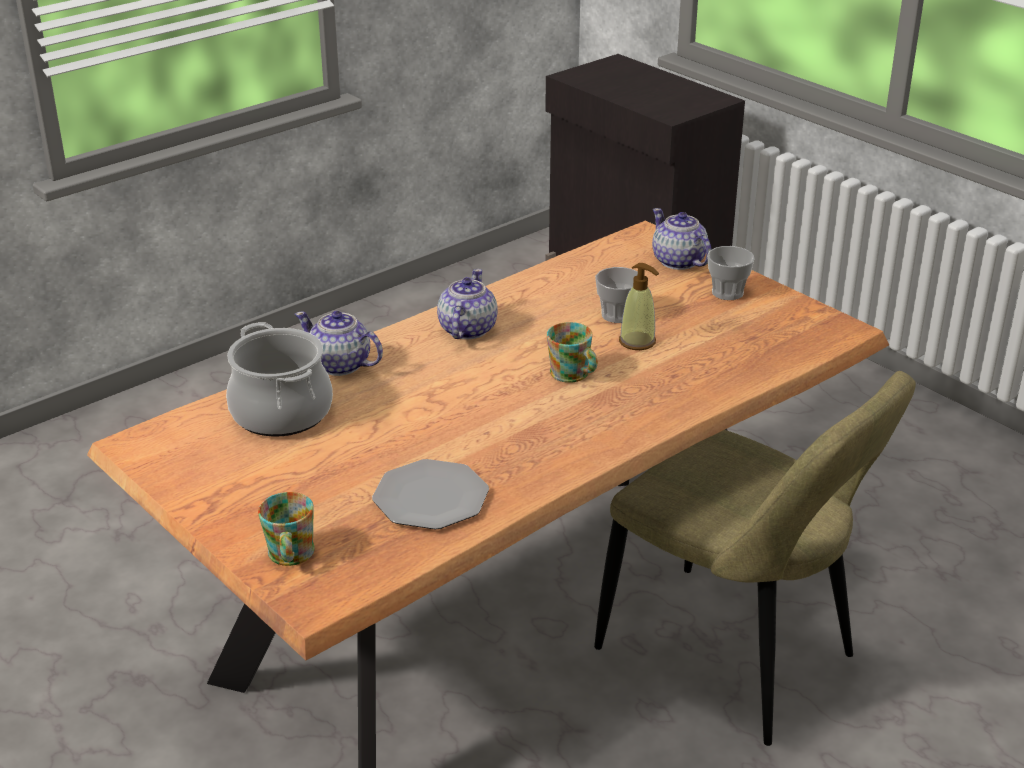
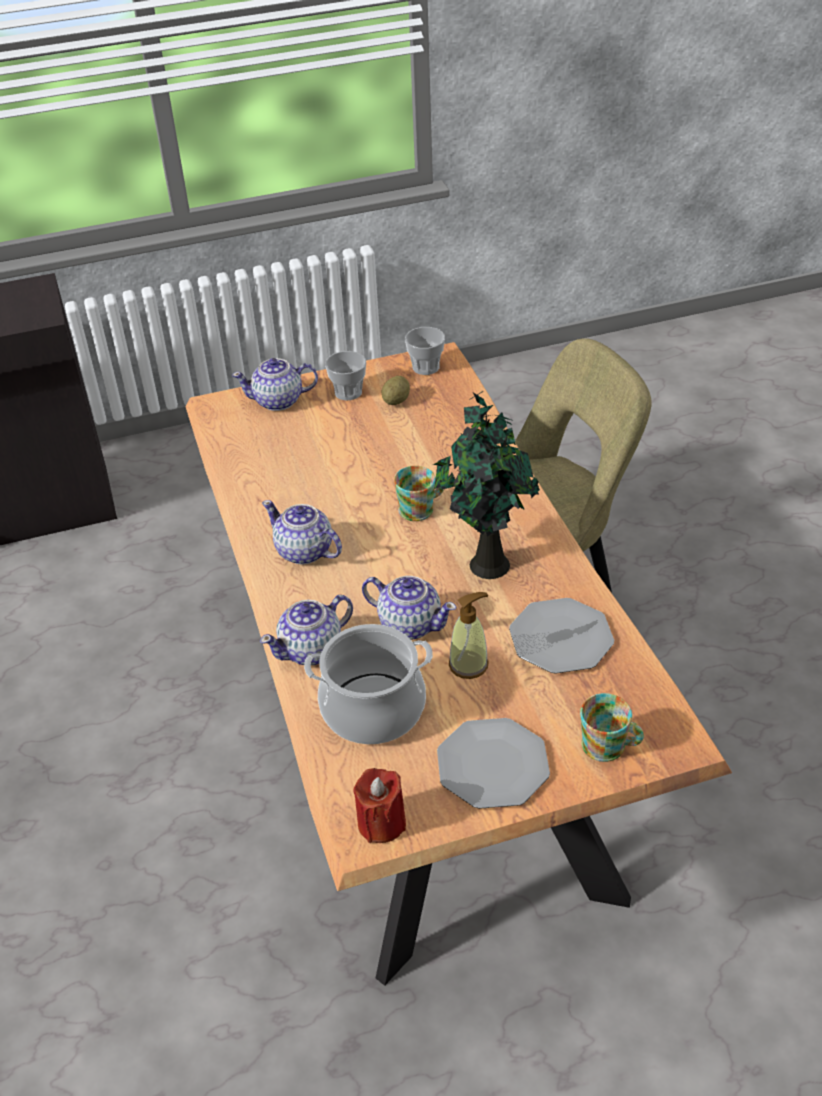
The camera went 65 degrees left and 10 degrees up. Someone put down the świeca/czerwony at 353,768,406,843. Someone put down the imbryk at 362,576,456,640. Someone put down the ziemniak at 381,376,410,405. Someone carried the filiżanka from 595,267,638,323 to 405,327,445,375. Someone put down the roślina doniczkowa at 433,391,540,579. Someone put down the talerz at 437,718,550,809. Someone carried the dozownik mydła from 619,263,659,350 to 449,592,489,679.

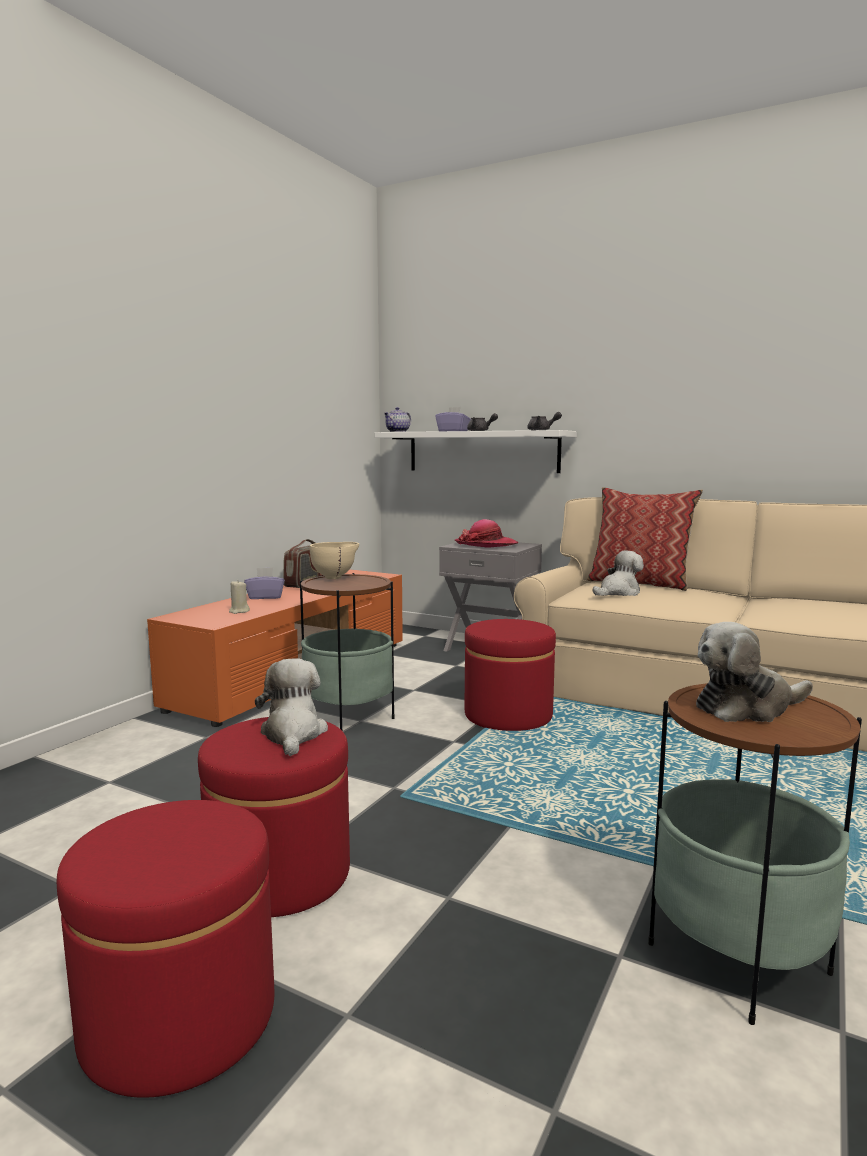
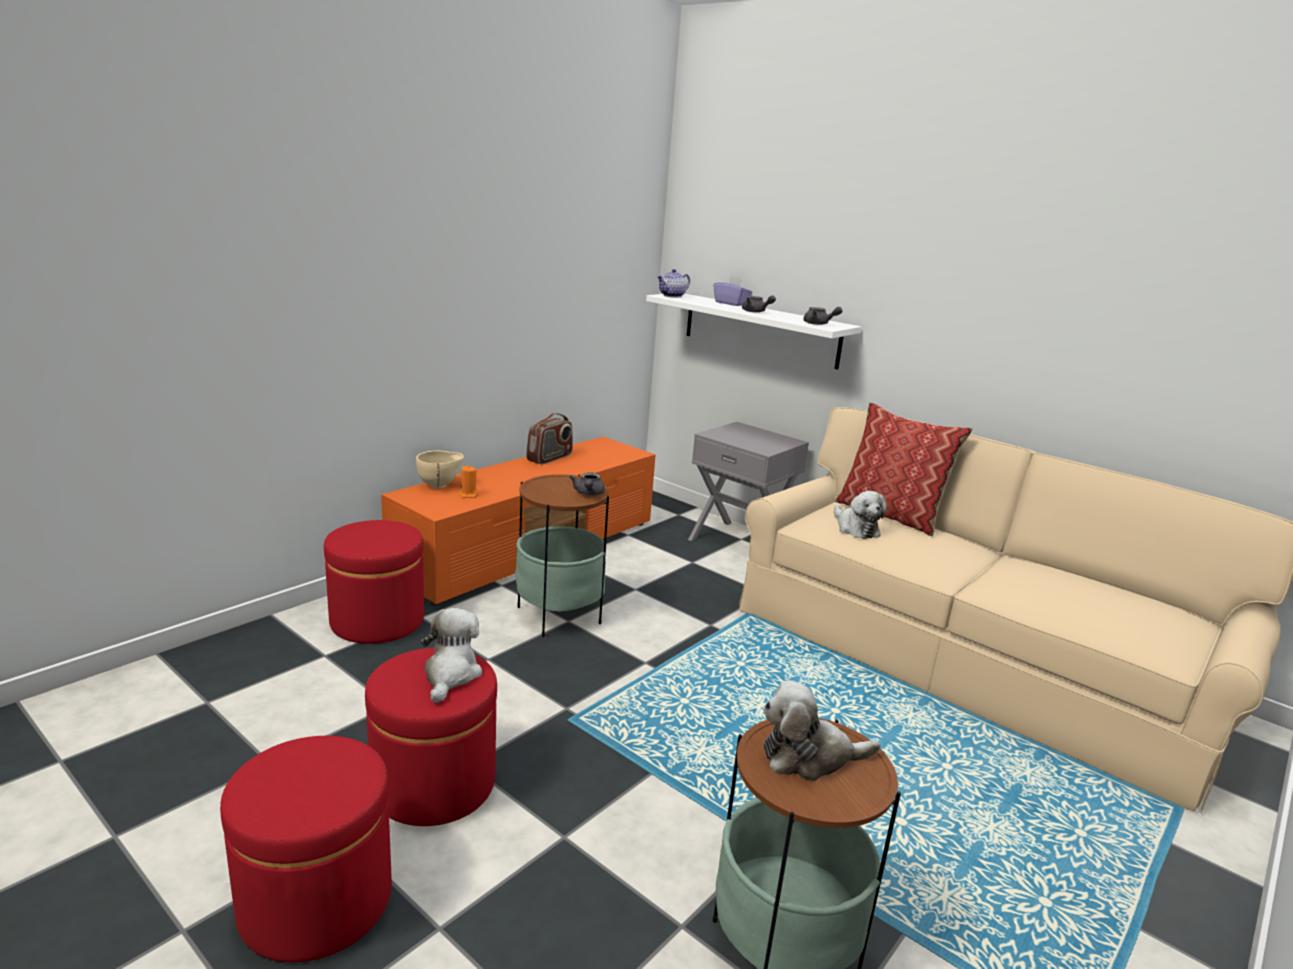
The camera went 10 degrees right and 10 degrees up. Someone carried the pufa/czerwony from 465,619,556,731 to 324,520,424,644. Someone carried the miska/beżowy from 310,542,359,579 to 416,451,464,489. Someone repainted the świeca/beżowy at 229,581,250,614, which became the świeca/pomarańczowy at 459,465,479,498. Someone put down the imbryk/szary at 570,473,605,496. Someone rotated the pluszak at 592,551,644,596 by 90 degrees clockwise. Someone took away the pudełko chusteczek/fioletowy at 244,567,285,599. Someone took away the kapelusz at 455,519,518,548.

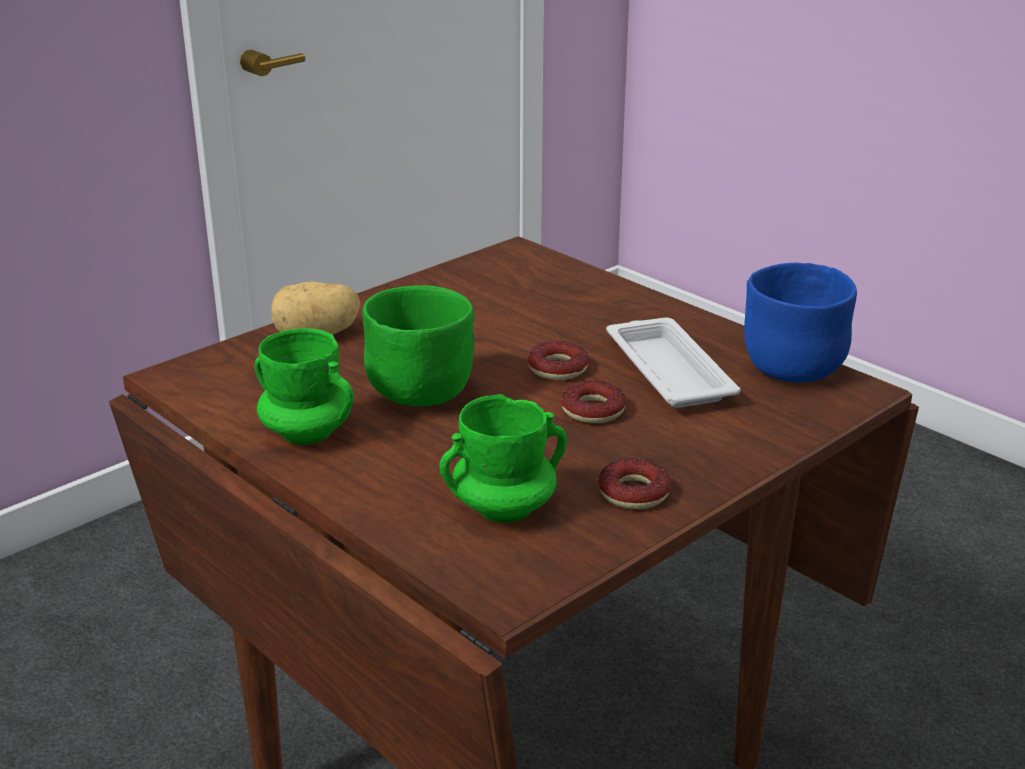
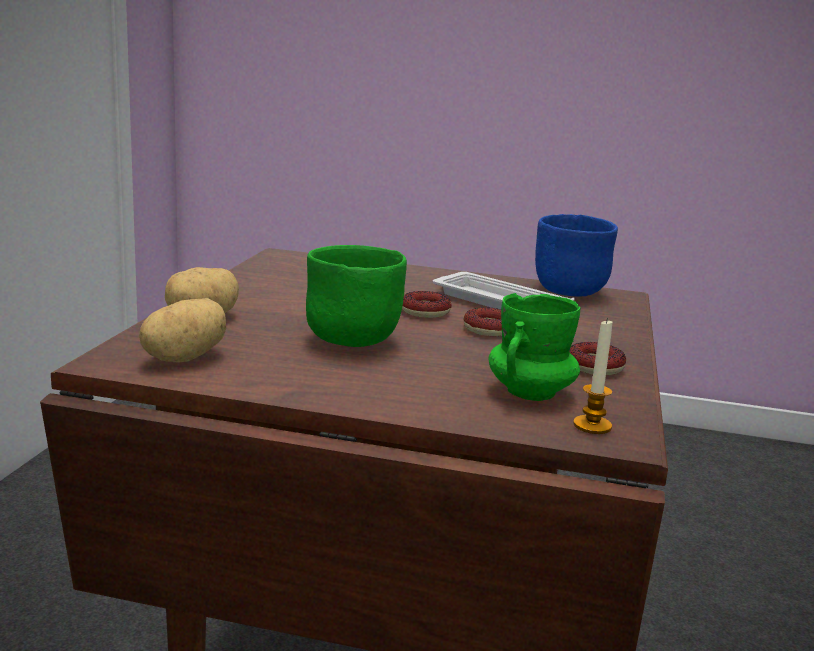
The camera went 35 degrees left and 10 degrees down. Someone put down the ziemniak at 139,298,226,363. Someone put down the świeca at 573,318,613,434. Someone took away the kubek/zielony at 254,328,354,445.

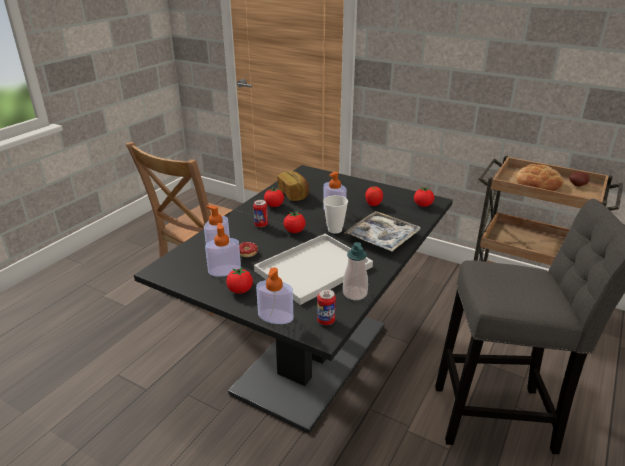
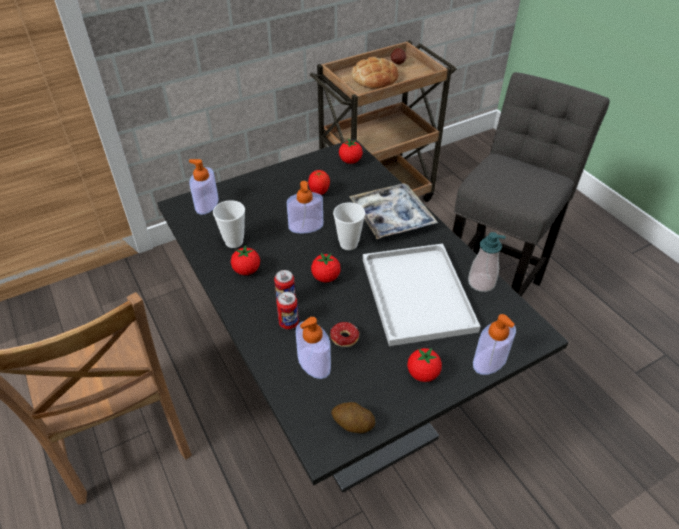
The camera went 60 degrees left and 15 degrees up. Someone carried the dozownik mydła from 205,223,241,277 to 189,159,218,215. Someone swapped the chleb at 277,171,309,201 for the filiżanka at 213,200,245,248. Someone carried the puszka from 317,289,336,325 to 276,292,299,329. Someone put down the ziemniak at 331,402,375,433.

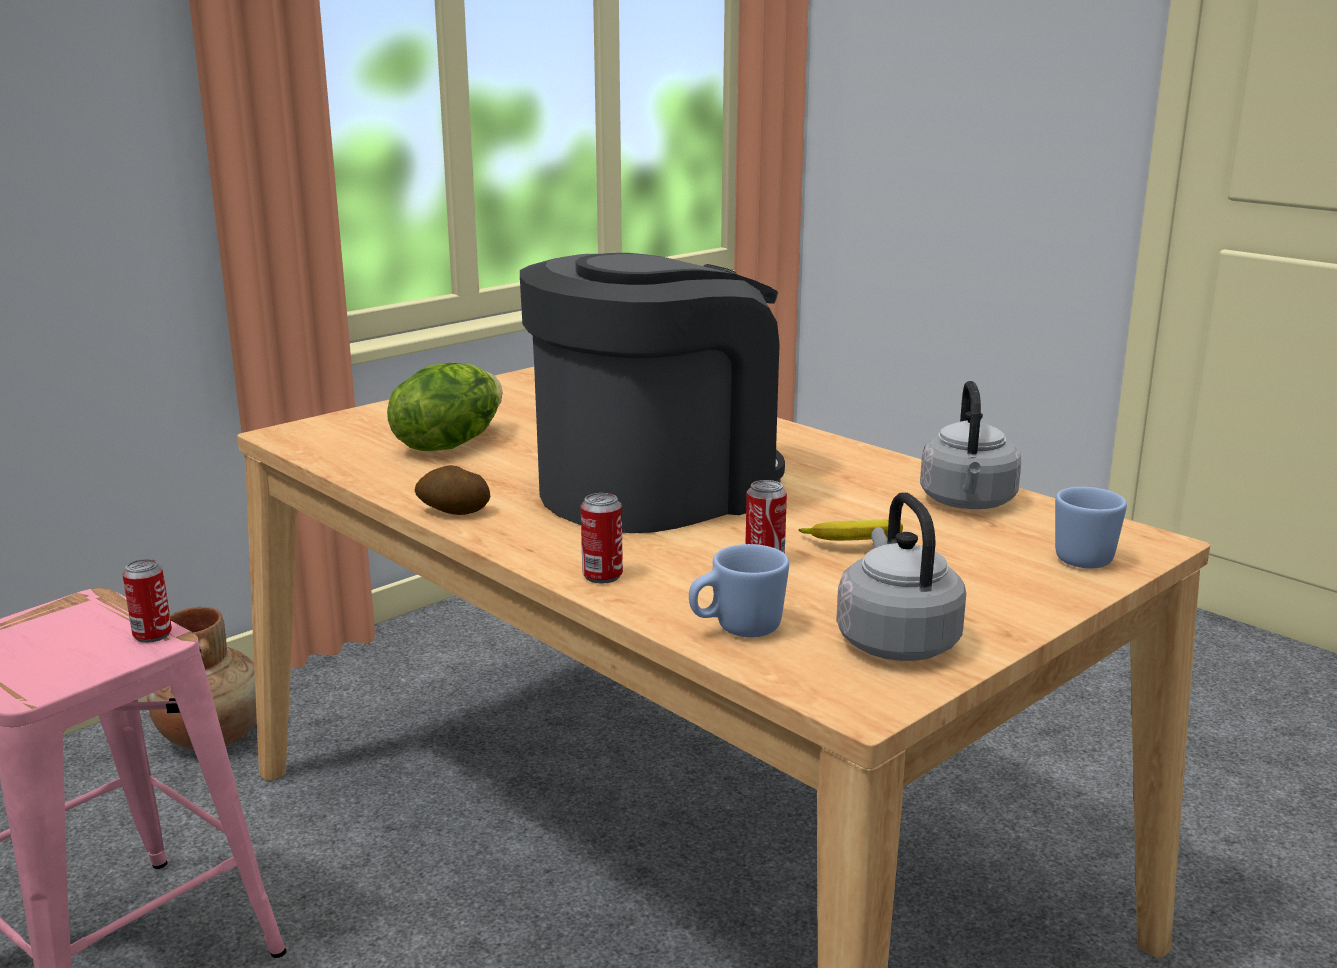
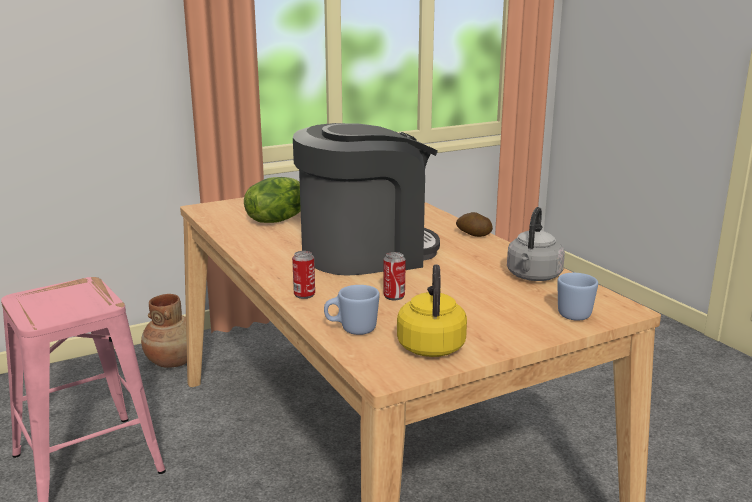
The camera went 15 degrees right and 0 degrees up. Someone repainted the czajnik/szary at 836,492,966,661, which became the czajnik/żółty at 397,264,467,357. Someone carried the ziemniak from 415,465,490,515 to 456,212,493,237. Someone took away the puszka at 122,559,172,643. Someone took away the banan at 798,519,903,541.

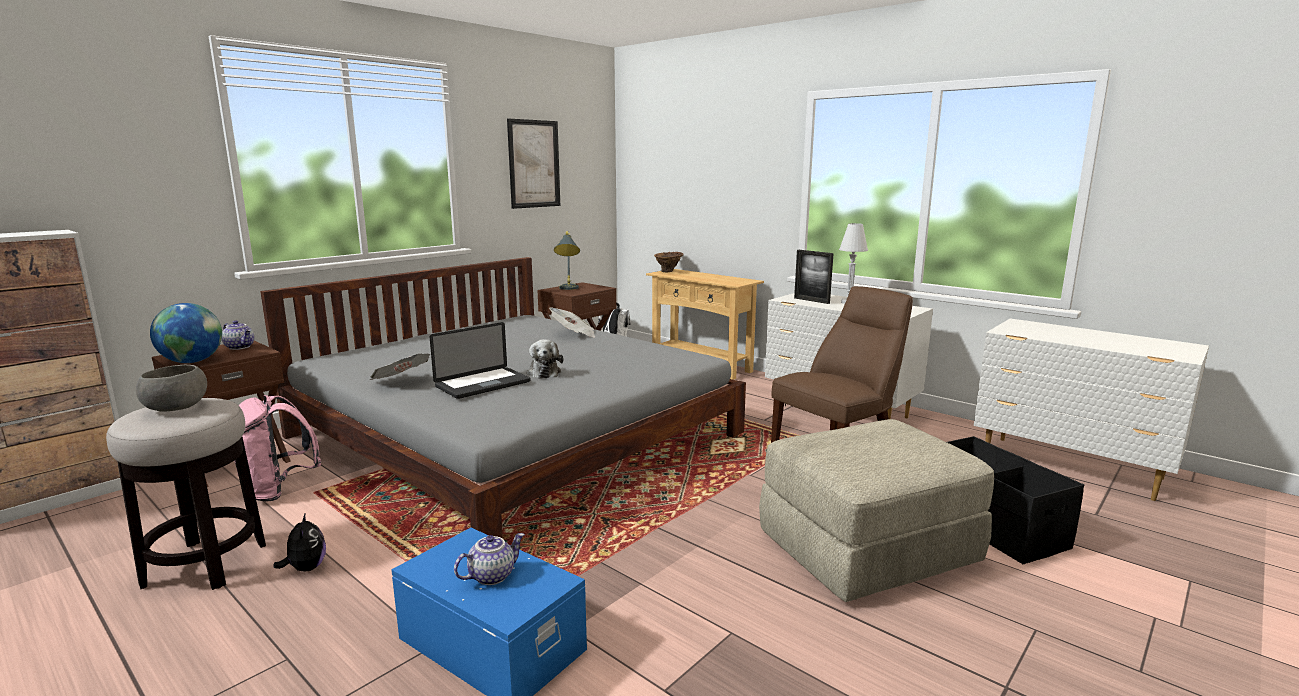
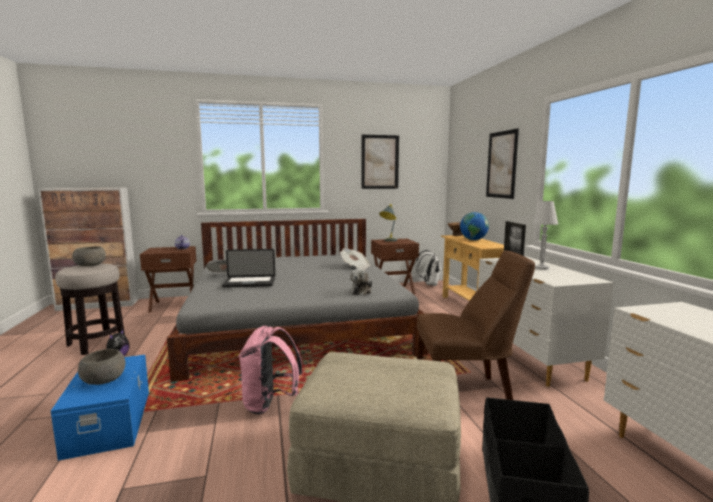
The camera went 35 degrees right and 5 degrees down. Someone swapped the imbryk at 454,533,525,585 for the miska/szary at 78,349,125,385. Someone carried the plecak/różowy from 234,395,321,501 to 238,326,303,415. Someone carried the pluszak from 527,339,564,379 to 350,269,372,296. Someone carried the globus from 150,303,222,363 to 460,212,489,240. Someone put up the obraz at 486,129,519,199.

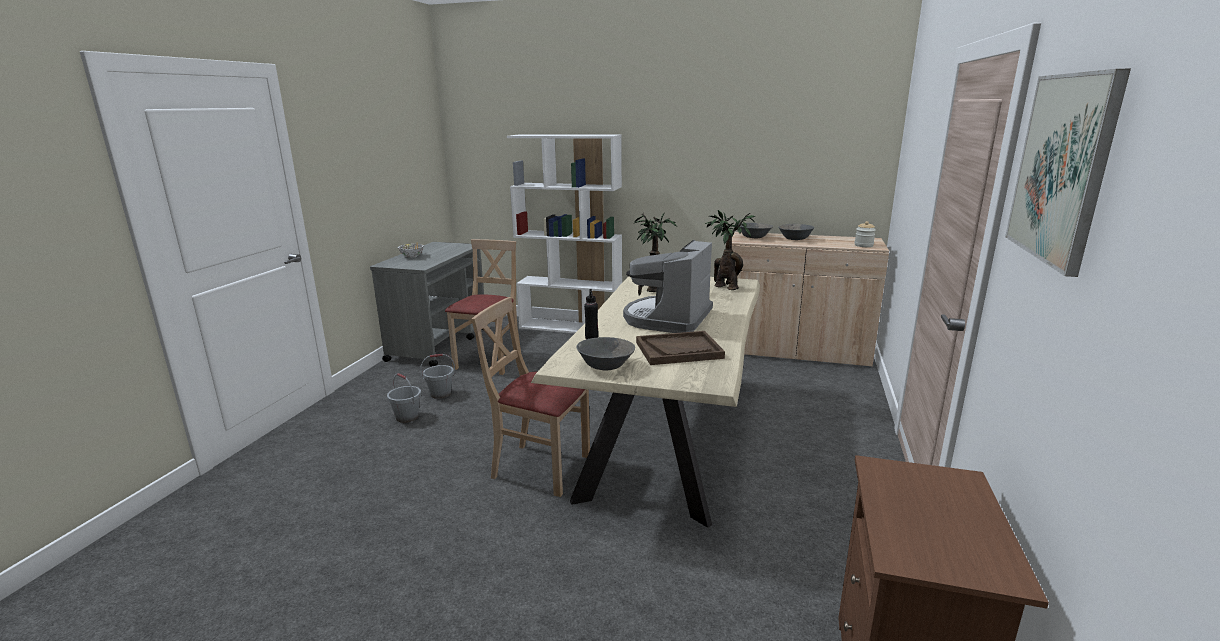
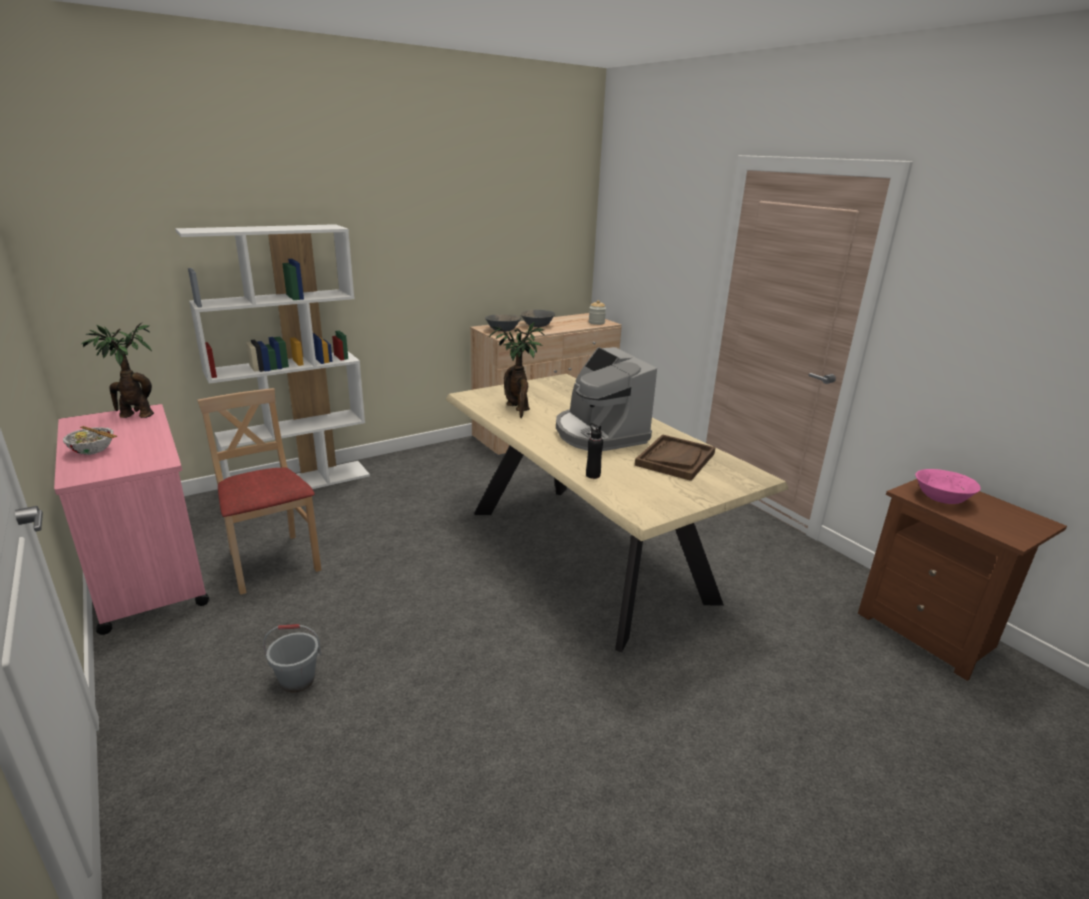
The camera went 50 degrees left and 5 degrees up. Someone repainted the wózek/szary at 370,242,484,367, which became the wózek/różowy at 54,404,209,635. Someone carried the roślina doniczkowa from 705,210,755,290 to 81,323,154,418. Someone put down the miska/różowy at 915,469,981,504. Someone took away the wiadro/szary at 420,354,455,399. Someone took away the krzesło/beżowy at 471,297,590,497. Someone took away the miska/szary at 577,337,635,370. Someone took away the obraz at 1005,68,1131,277.

